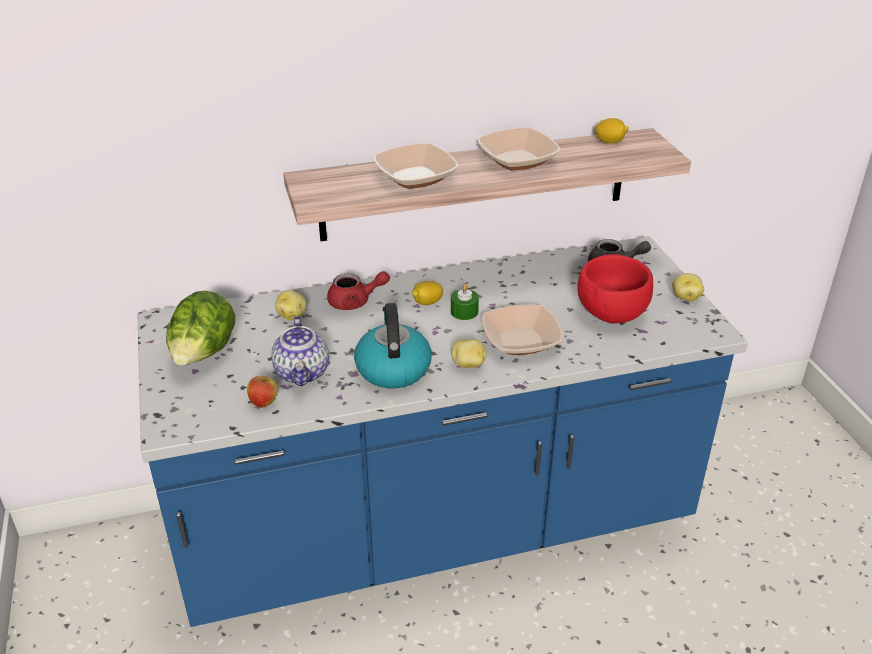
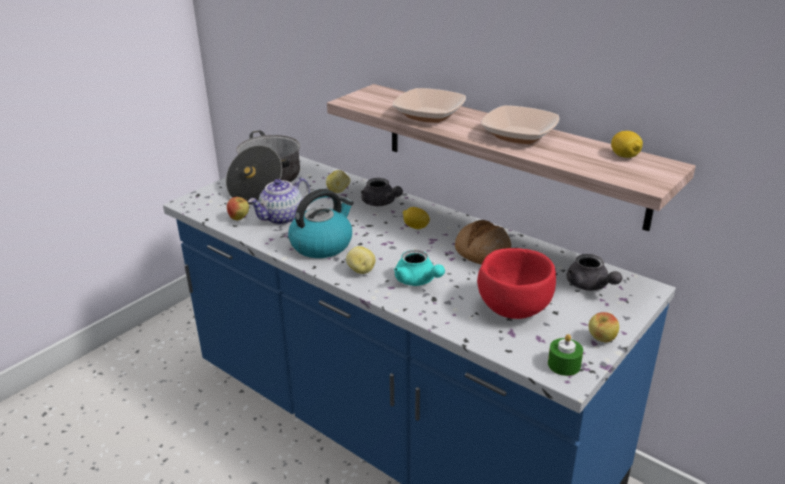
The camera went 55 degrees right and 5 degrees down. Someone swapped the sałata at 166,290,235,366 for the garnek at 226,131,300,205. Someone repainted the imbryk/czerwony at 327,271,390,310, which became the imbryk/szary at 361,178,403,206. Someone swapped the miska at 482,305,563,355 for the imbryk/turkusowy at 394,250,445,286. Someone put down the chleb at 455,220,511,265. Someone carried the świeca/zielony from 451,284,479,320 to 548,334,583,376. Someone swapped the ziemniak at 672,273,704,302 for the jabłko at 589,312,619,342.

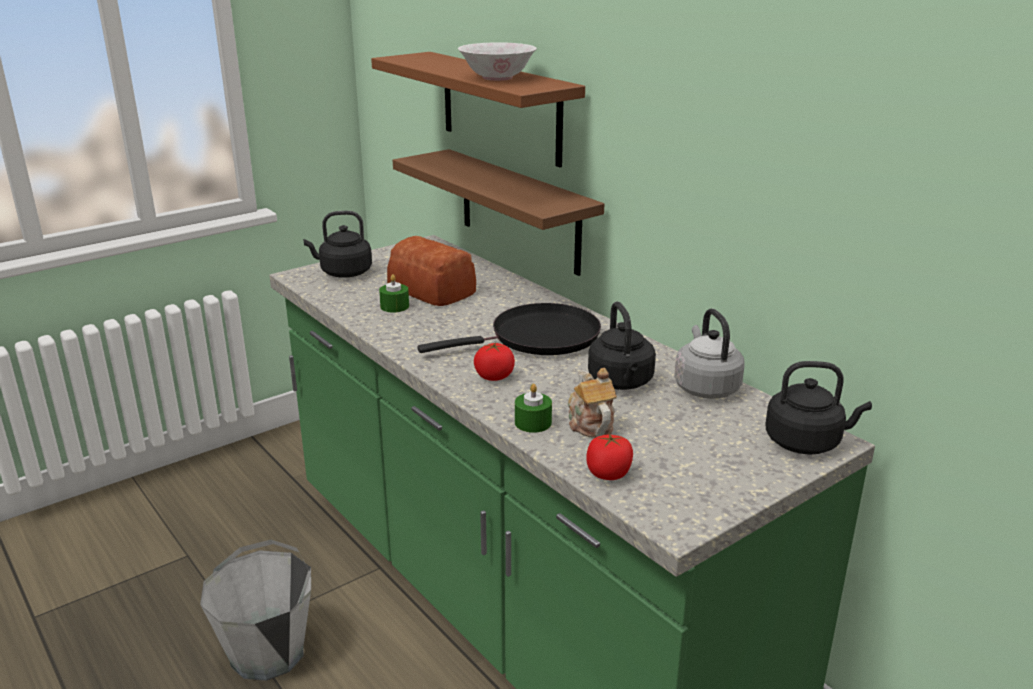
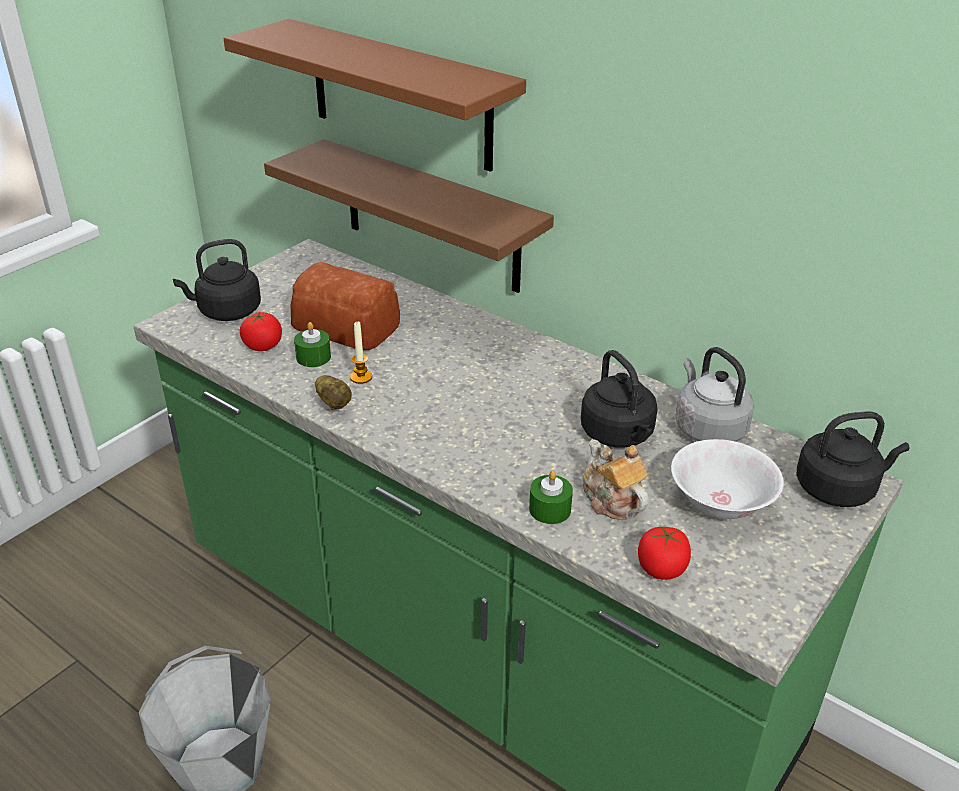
The camera went 15 degrees left and 10 degrees up. Someone carried the pomidor from 474,342,515,381 to 240,311,282,351. Someone put down the ziemniak at 315,375,352,410. Someone put down the świeca at 350,322,372,384. Someone carried the miska/biały from 458,42,537,81 to 671,439,784,519. Someone took away the patelnia/czarny at 417,303,601,355.

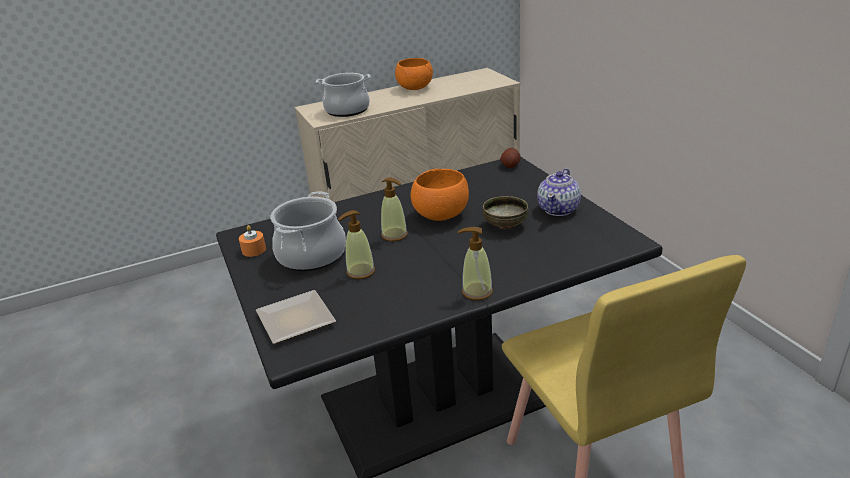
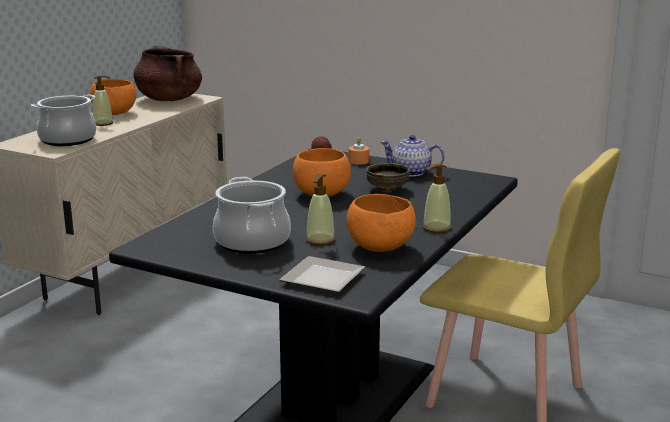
The camera went 40 degrees left and 10 degrees down. Someone carried the dozownik mydła from 381,177,408,242 to 93,75,114,126. Someone put down the garnek/brązowy at 133,45,202,101. Someone put down the miska/pomarańczowy at 346,194,416,252. Someone carried the świeca/pomarańczowy from 239,225,266,257 to 349,138,369,165. Someone rotated the imbryk at 537,168,581,216 by 120 degrees clockwise.

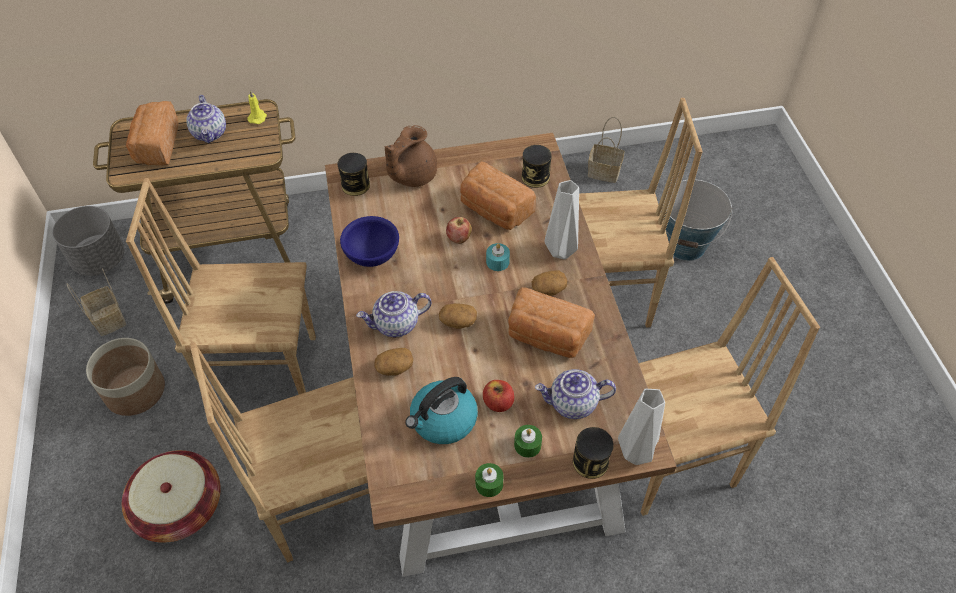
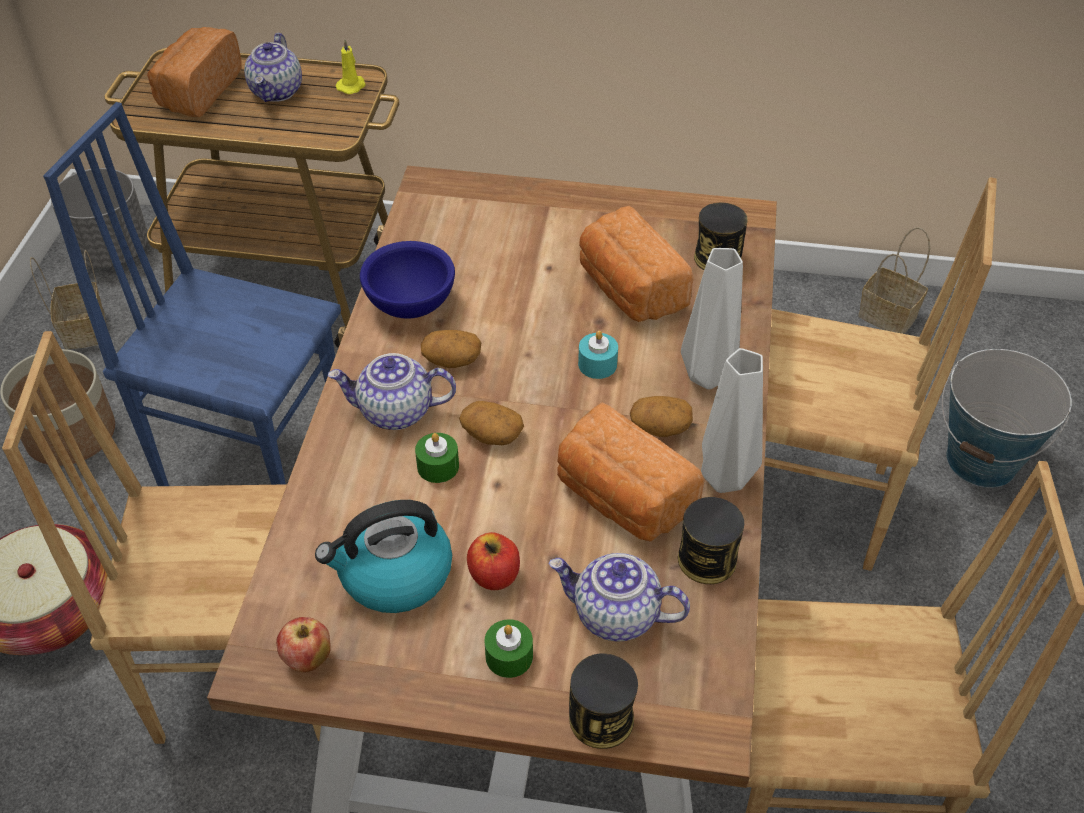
The camera went 20 degrees right and 5 degrees down. Someone repainted the krzesło/brązowy at 126,178,316,394, which became the krzesło/niebieski at 43,102,341,486. Someone carried the jabłko from 446,217,472,244 to 276,617,331,672. Someone carried the świeca/zielony from 475,463,504,497 to 415,433,459,483. Someone carried the ziemniak from 375,348,413,376 to 421,330,481,368. Someone carried the puszka from 337,153,370,196 to 678,497,744,584. Someone carried the wazon/szary from 618,389,665,465 to 701,348,763,493. Someone took away the imbryk/brązowy at 385,125,437,187.

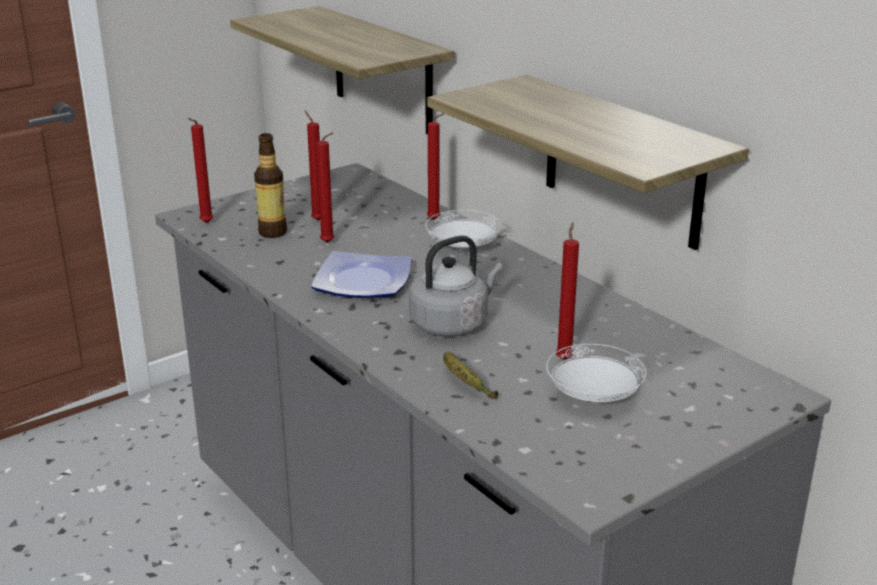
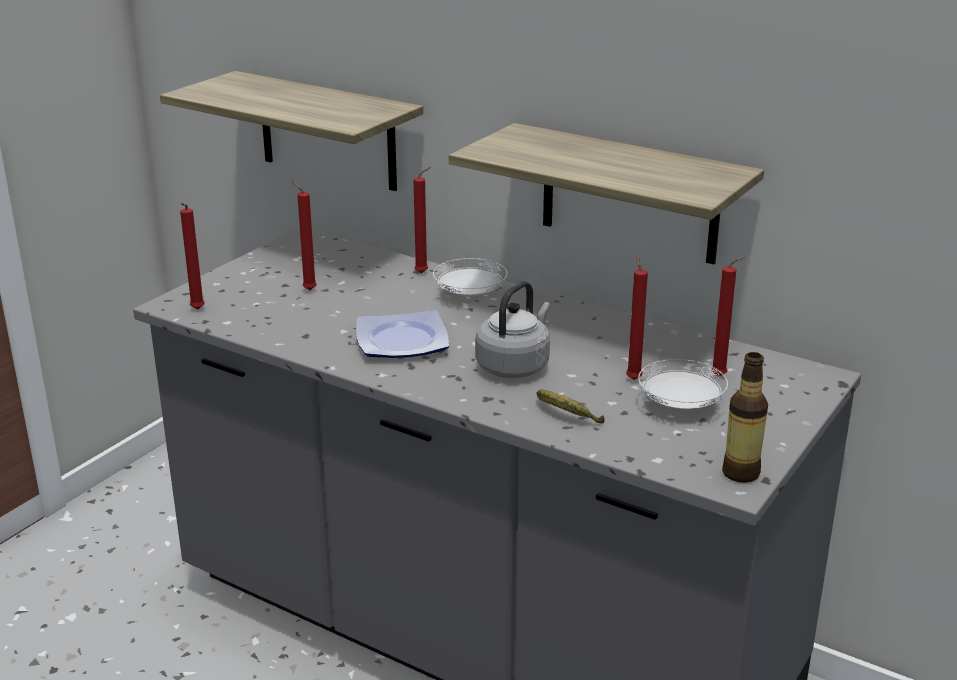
The camera went 20 degrees left and 0 degrees up. Someone carried the świeca/czerwony from 316,132,334,243 to 712,256,745,377. Someone carried the butelka from 254,133,287,238 to 722,352,768,483.

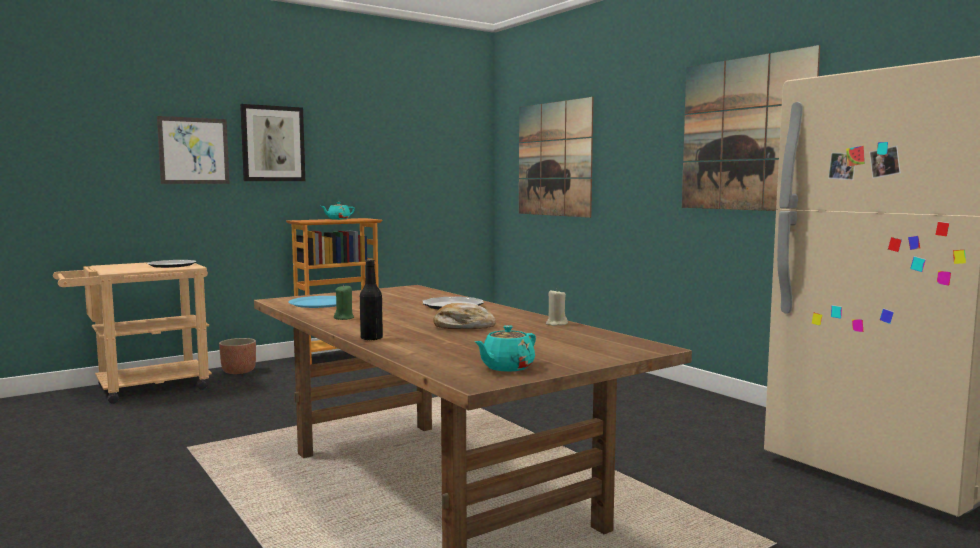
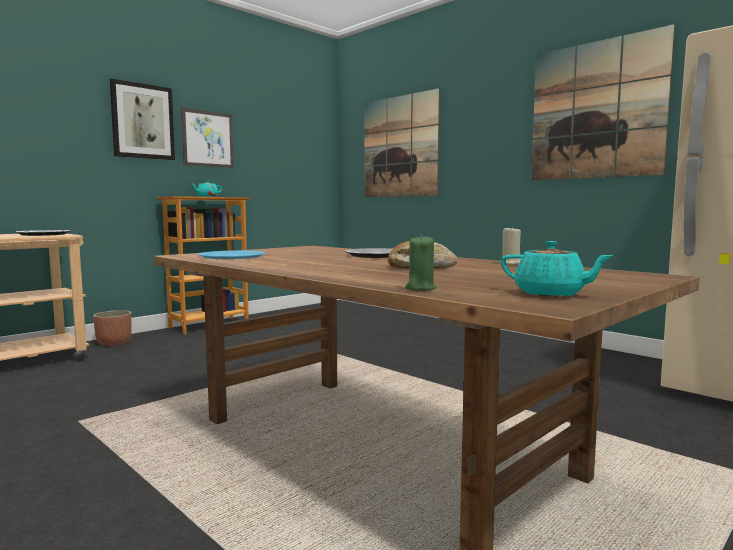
The camera went 10 degrees left and 0 degrees up. Someone carried the obraz from 157,116,230,184 to 181,108,234,168. Someone carried the świeca/zielony from 334,285,354,320 to 405,234,437,291. Someone rotated the imbryk/turkusowy at 475,325,536,372 by 90 degrees counterclockwise. Someone took away the butelka/czarny at 360,259,383,341.

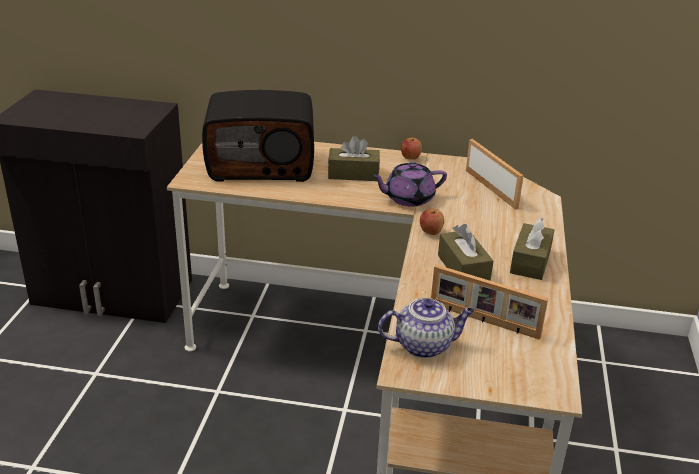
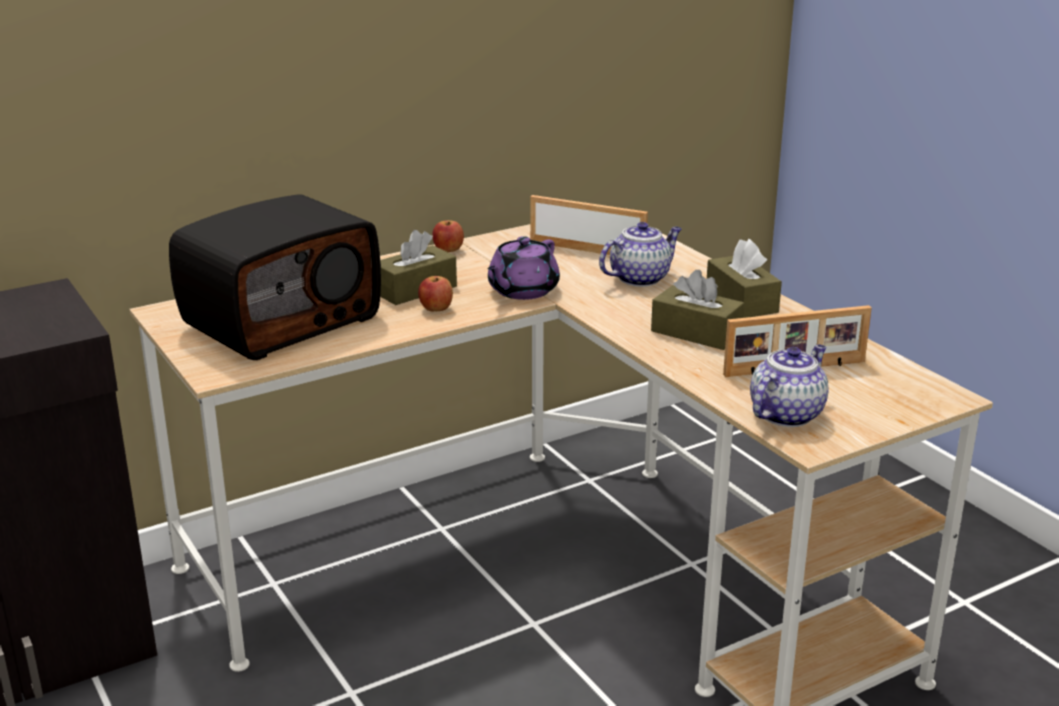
The camera went 40 degrees left and 5 degrees down. Someone carried the jabłko from 420,209,444,235 to 418,276,453,311. Someone put down the imbryk at 599,222,682,287.

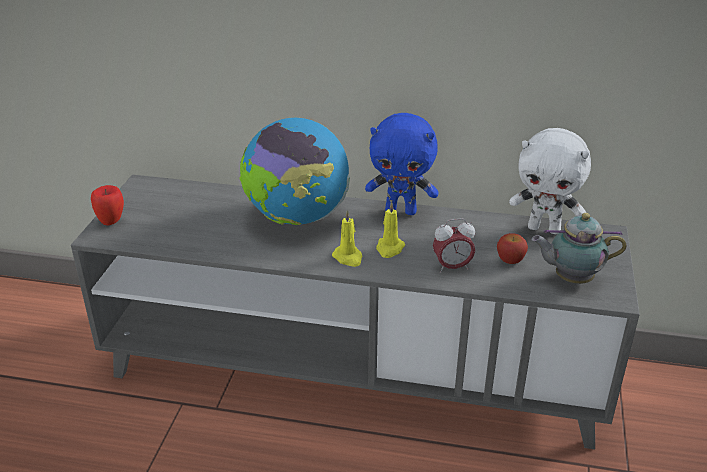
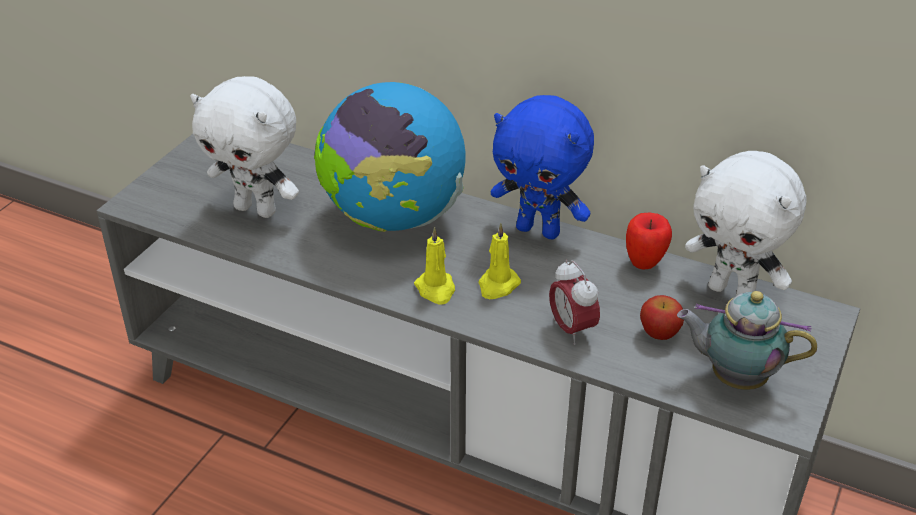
The camera went 15 degrees right and 5 degrees up. Someone put down the pluszak/biały at 190,76,299,218. Someone rotated the budzik at 433,218,475,273 by 60 degrees clockwise. Someone carried the jabłko from 91,185,124,225 to 626,213,672,270.

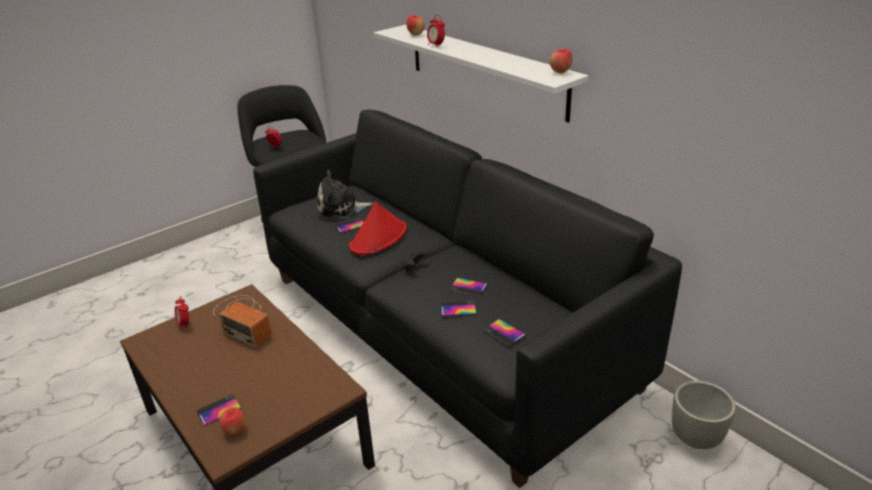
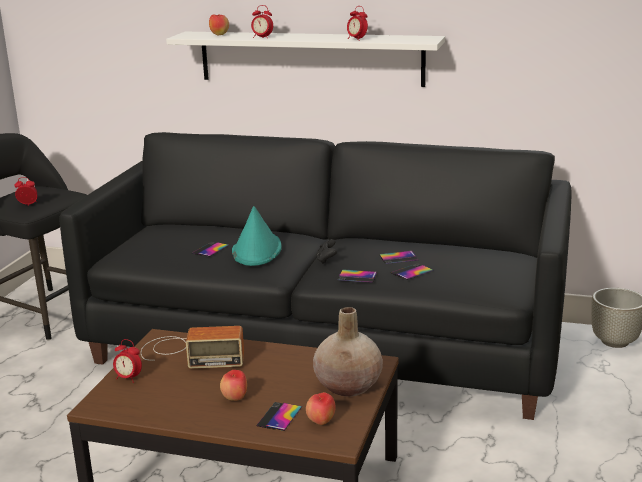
The camera went 35 degrees left and 10 degrees down. Someone carried the jabłko from 550,49,572,73 to 220,370,247,401. Someone repainted the kapelusz/czerwony at 349,202,407,255, which became the kapelusz/turkusowy at 232,206,282,266. Someone put down the wazon/beżowy at 313,307,383,397. Someone carried the telefon from 483,319,526,347 to 338,269,377,283. Someone put down the budzik at 347,6,368,39. Someone took away the pluszak at 317,170,373,219.

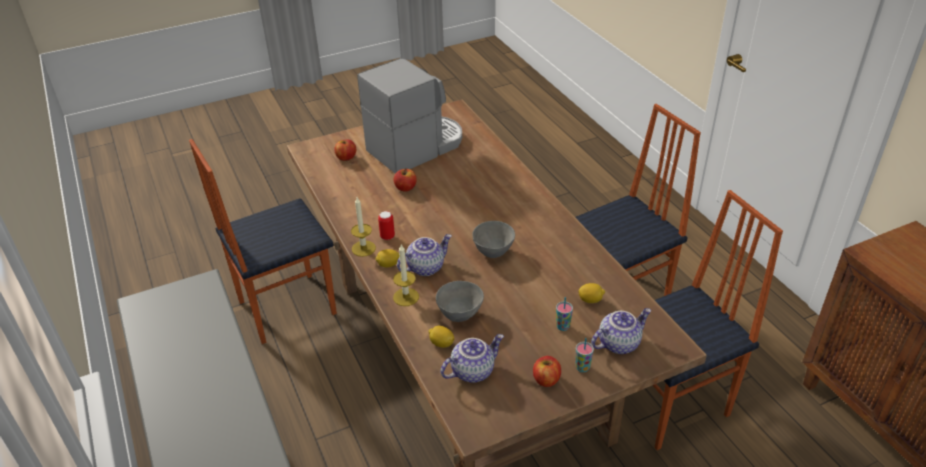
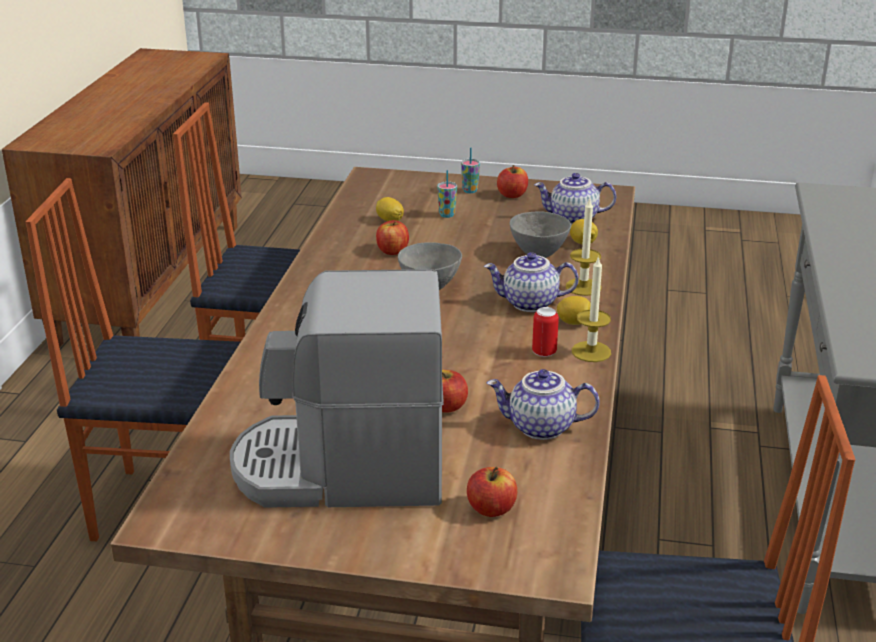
The camera went 145 degrees left and 10 degrees down. Someone put down the jabłko at 376,220,409,255. Someone carried the imbryk from 591,308,651,354 to 487,369,600,440.

